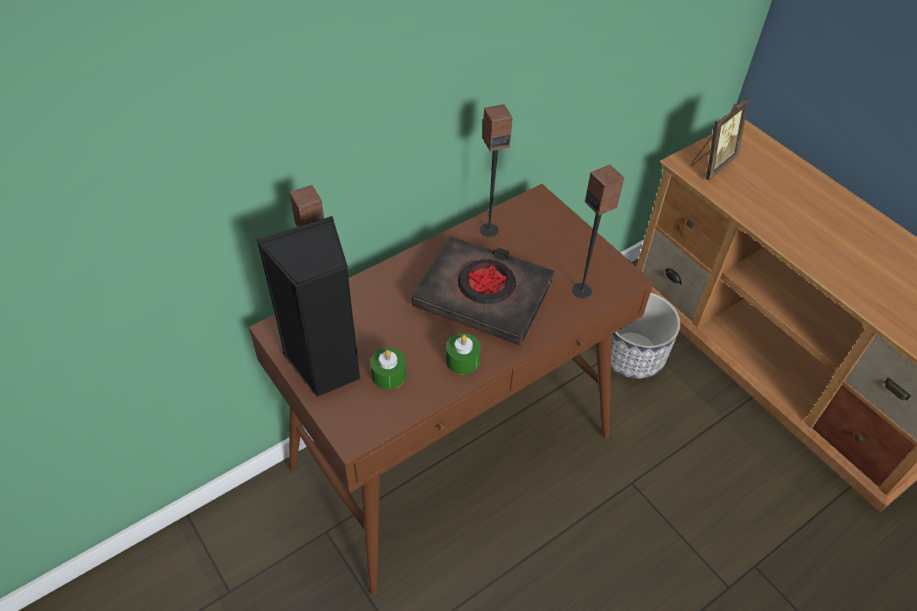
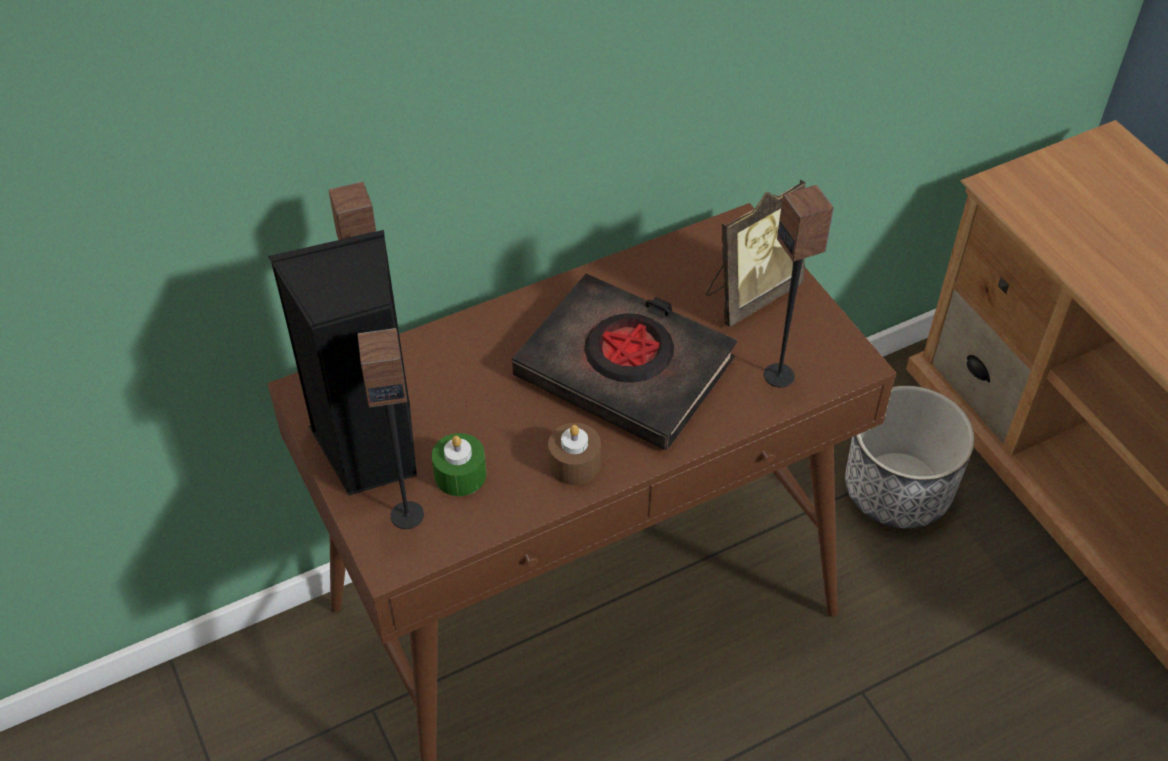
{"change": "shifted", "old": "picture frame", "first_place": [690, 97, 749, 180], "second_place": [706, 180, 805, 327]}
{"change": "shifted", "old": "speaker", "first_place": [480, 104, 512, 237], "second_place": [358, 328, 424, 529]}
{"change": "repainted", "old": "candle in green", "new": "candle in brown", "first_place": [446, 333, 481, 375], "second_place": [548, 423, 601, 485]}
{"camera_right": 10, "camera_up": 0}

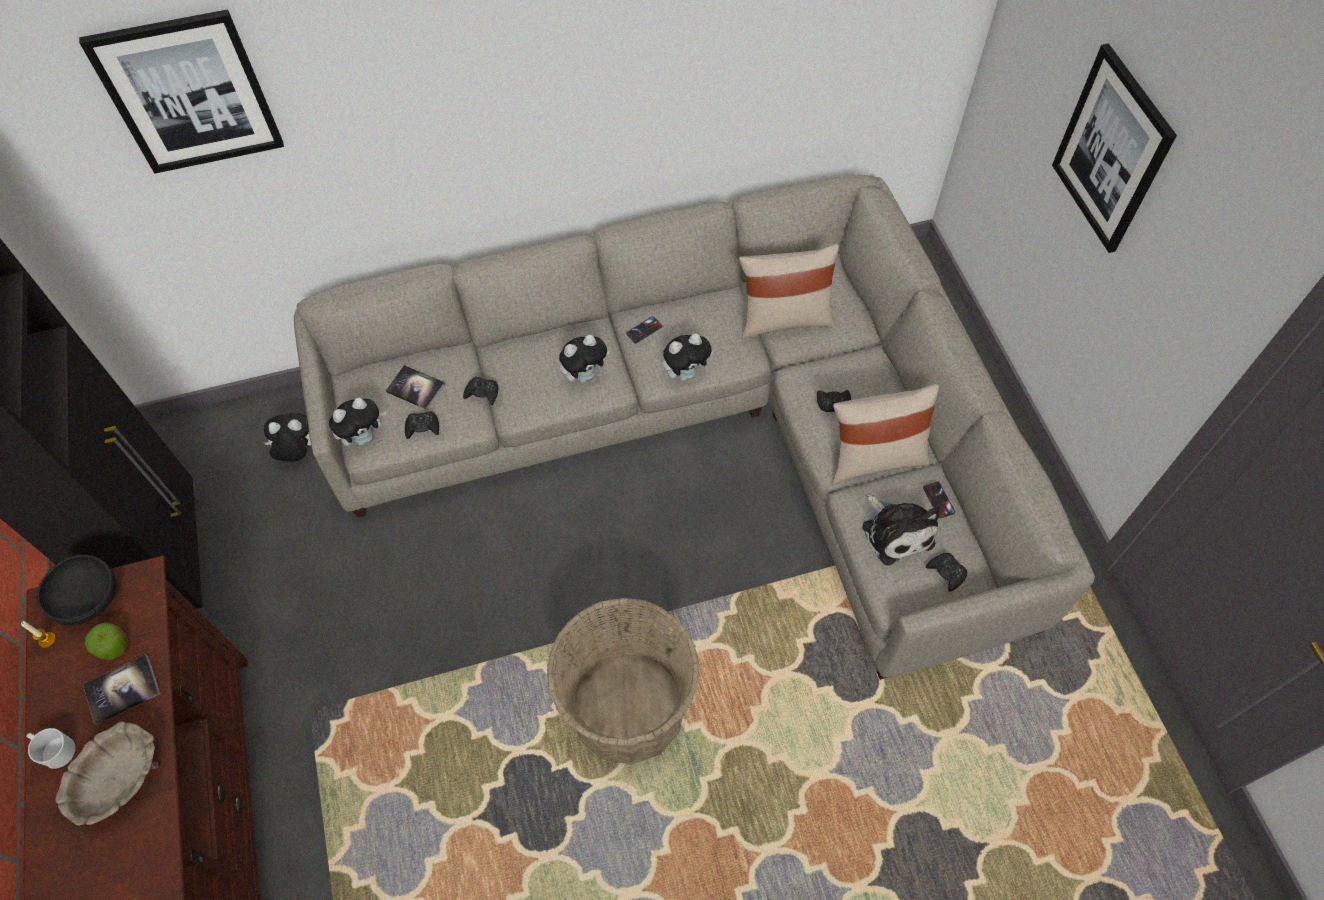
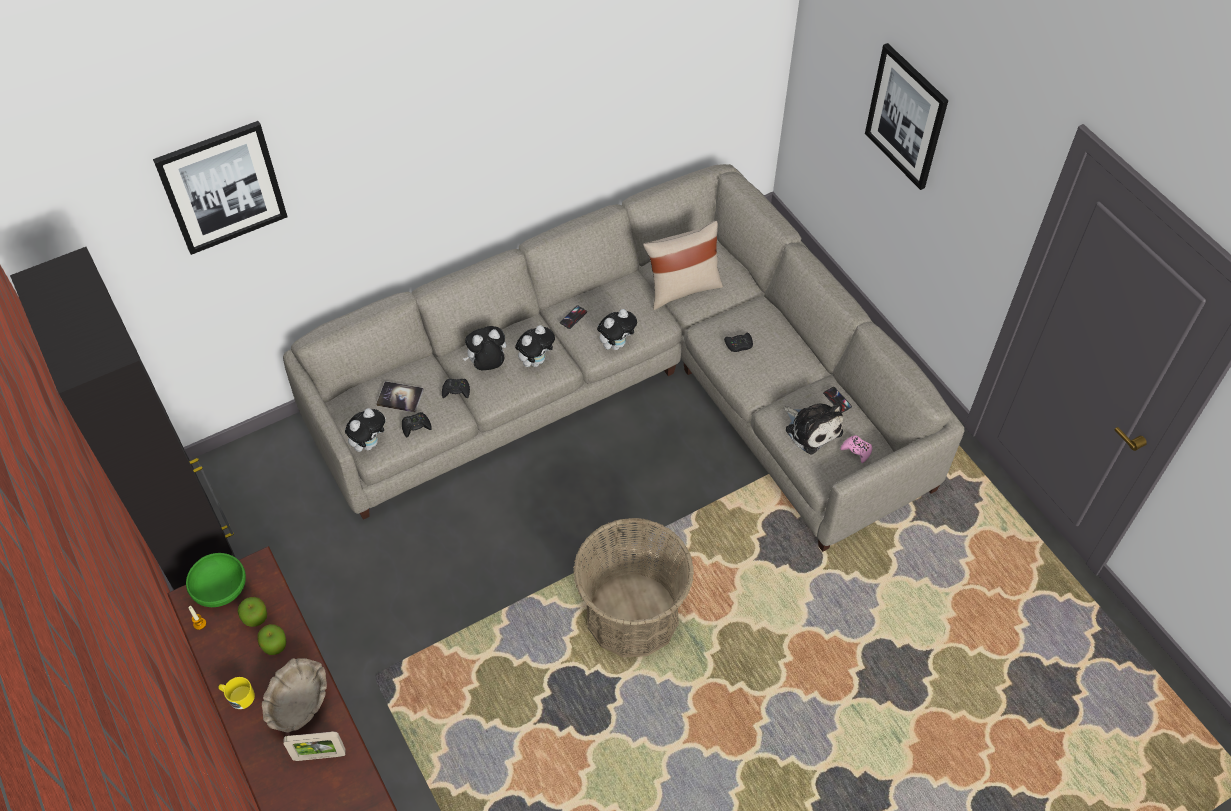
{"change": "gone", "old": "pillow in beige", "first_place": [832, 384, 939, 484]}
{"change": "shifted", "old": "plush toy", "first_place": [264, 413, 311, 462], "second_place": [463, 326, 507, 370]}
{"change": "repainted", "old": "game controller in black", "new": "game controller in pink", "first_place": [926, 553, 967, 592], "second_place": [841, 435, 872, 463]}
{"change": "repainted", "old": "bowl in black", "new": "bowl in green", "first_place": [37, 555, 116, 625], "second_place": [186, 553, 246, 607]}
{"change": "swapped", "old": "book", "new": "apple", "first_place": [83, 654, 160, 725], "second_place": [257, 624, 286, 655]}
{"change": "repainted", "old": "mug in white", "new": "mug in yellow", "first_place": [26, 728, 76, 769], "second_place": [218, 677, 255, 709]}
{"change": "new", "new": "picture frame", "second_place": [283, 731, 345, 761]}
{"camera_right": -15, "camera_up": -5}

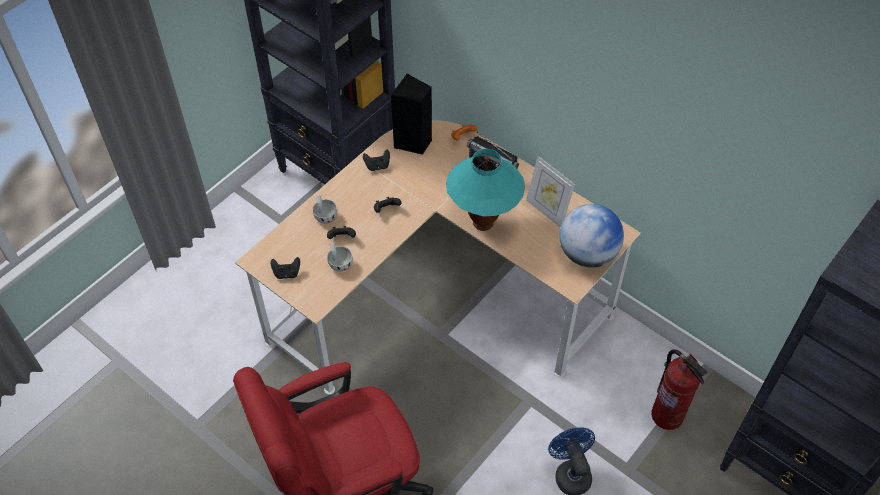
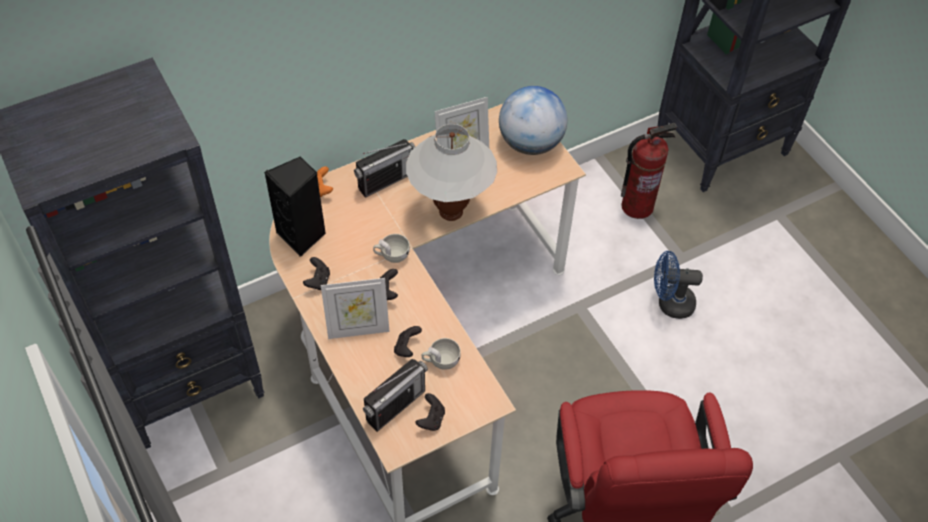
{"change": "repainted", "old": "table lamp in turquoise", "new": "table lamp in white", "first_place": [446, 149, 525, 231], "second_place": [406, 124, 497, 221]}
{"change": "shifted", "old": "cup in white", "first_place": [313, 195, 337, 224], "second_place": [373, 234, 410, 263]}
{"change": "new", "new": "picture frame", "second_place": [321, 278, 390, 339]}
{"change": "new", "new": "radio", "second_place": [363, 359, 428, 432]}
{"camera_right": -70, "camera_up": 0}

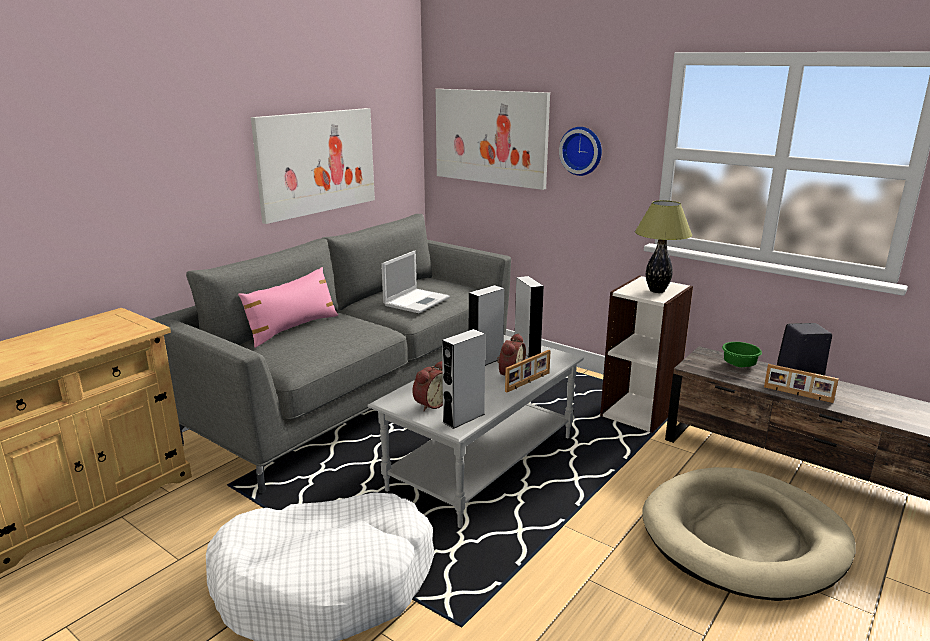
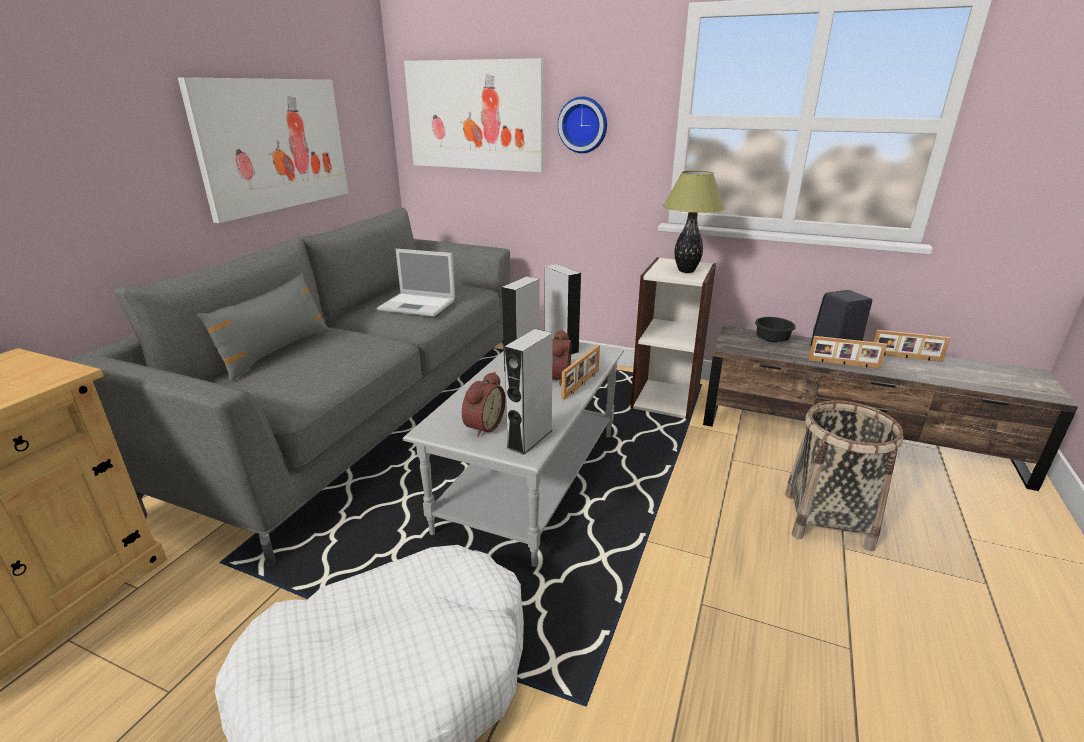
{"change": "rotated", "old": "laptop", "first_place": [381, 250, 450, 313], "second_place": [377, 249, 455, 317], "degrees": 90}
{"change": "repainted", "old": "pillow in pink", "new": "pillow in grey", "first_place": [238, 267, 338, 348], "second_place": [197, 273, 330, 382]}
{"change": "repainted", "old": "bowl in green", "new": "bowl in black", "first_place": [722, 342, 762, 367], "second_place": [755, 317, 796, 343]}
{"change": "swapped", "old": "dog bed in beige", "new": "basket", "first_place": [642, 467, 856, 601], "second_place": [785, 400, 904, 551]}
{"change": "new", "new": "picture frame", "second_place": [874, 330, 950, 362]}
{"camera_right": -15, "camera_up": 5}

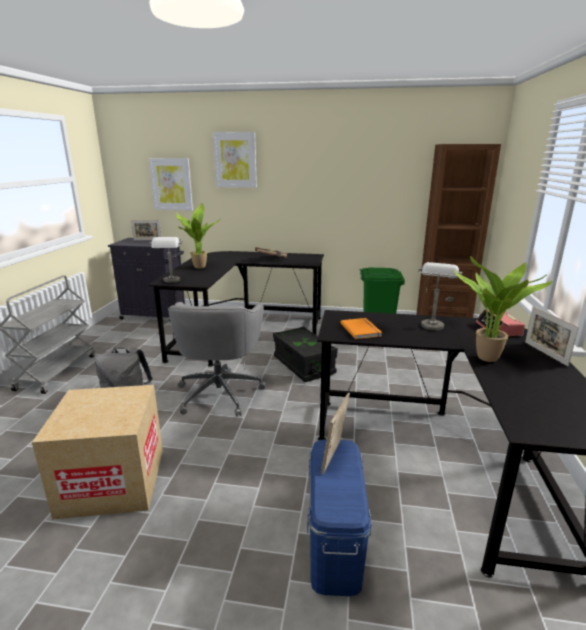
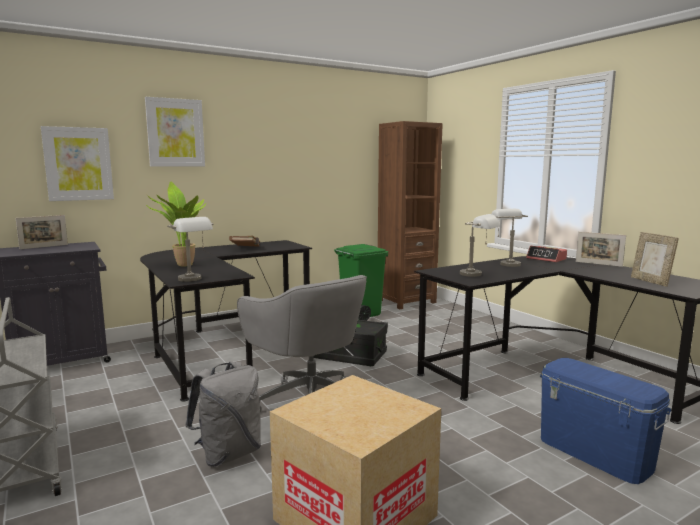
{"change": "gone", "old": "potted plant", "first_place": [454, 256, 553, 362]}
{"change": "swapped", "old": "book in orange", "new": "table lamp in grey", "first_place": [341, 318, 382, 339], "second_place": [460, 214, 500, 277]}
{"change": "shifted", "old": "picture frame", "first_place": [321, 393, 350, 474], "second_place": [631, 232, 679, 287]}
{"camera_right": -40, "camera_up": -10}

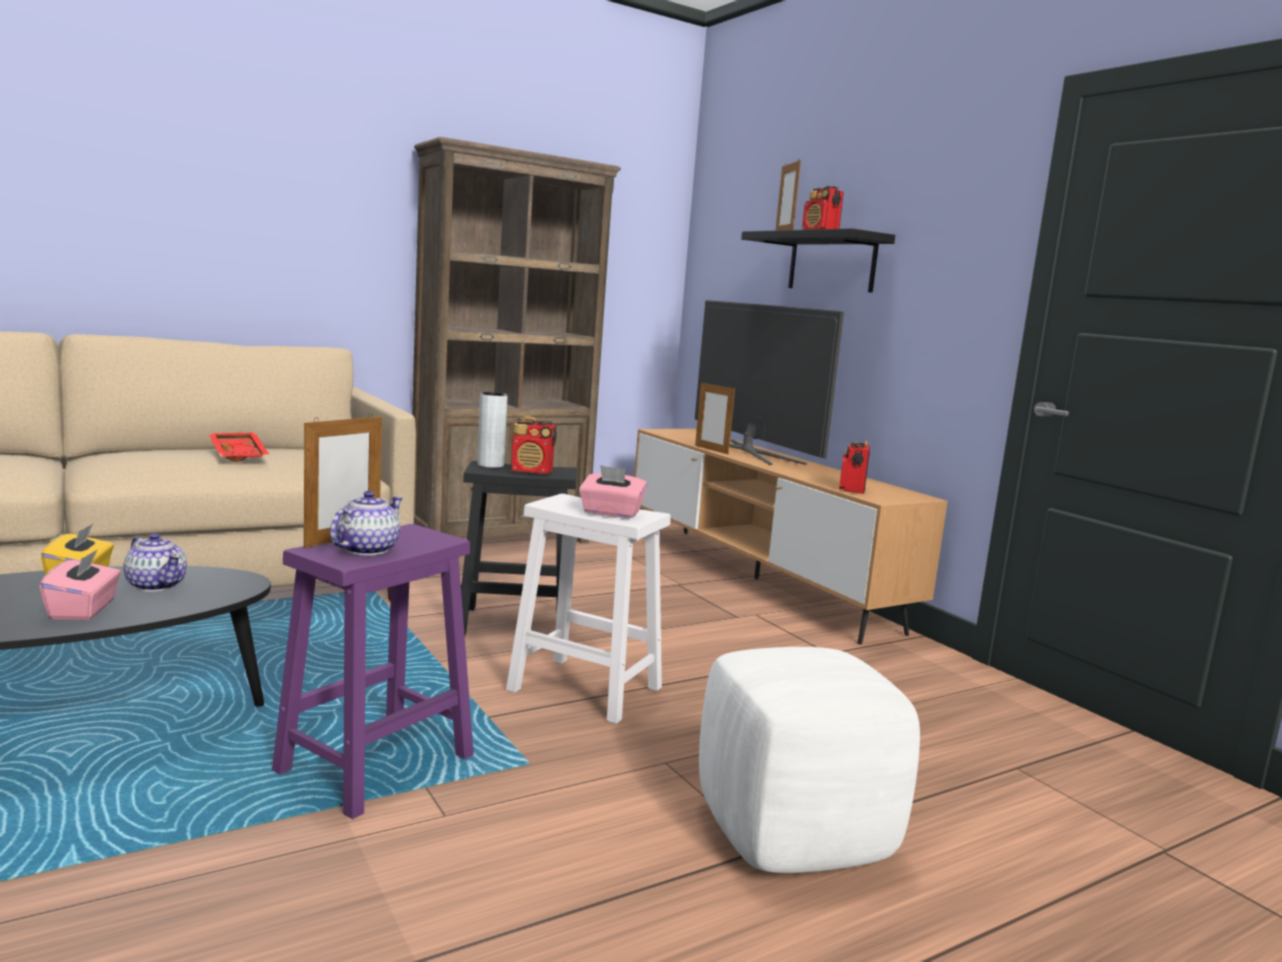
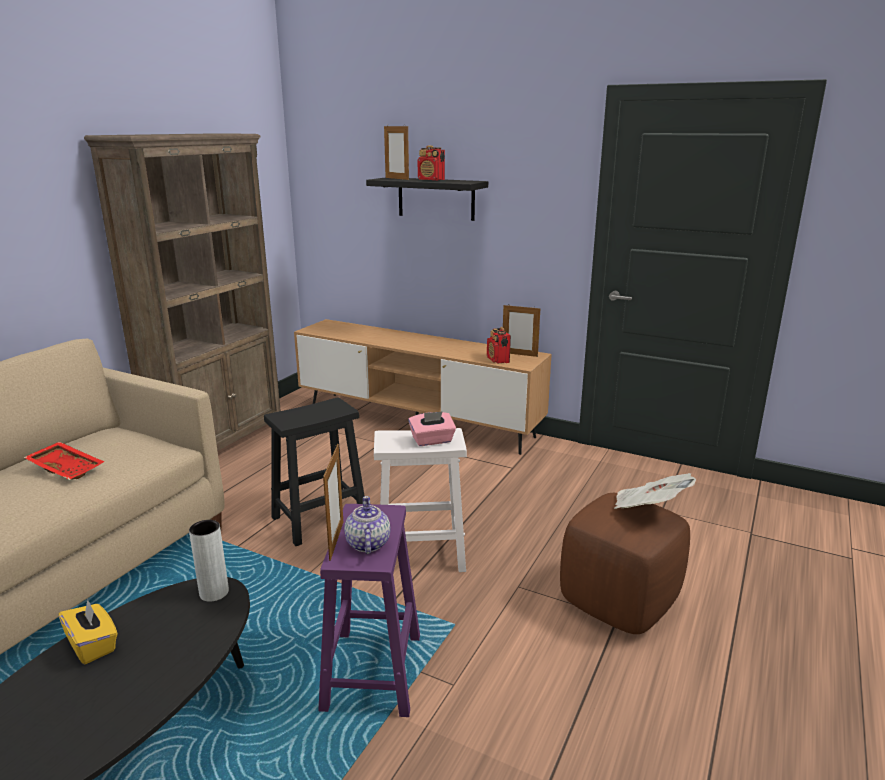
{"change": "gone", "old": "television", "first_place": [695, 300, 844, 465]}
{"change": "shifted", "old": "picture frame", "first_place": [695, 381, 735, 454], "second_place": [503, 305, 541, 357]}
{"change": "shifted", "old": "vase in grey", "first_place": [477, 392, 508, 468], "second_place": [189, 520, 229, 602]}
{"change": "gone", "old": "radio", "first_place": [512, 416, 556, 474]}
{"change": "gone", "old": "teapot", "first_place": [123, 533, 187, 592]}
{"change": "gone", "old": "tissue box in pink", "first_place": [39, 549, 121, 620]}
{"change": "repainted", "old": "ottoman in white", "new": "ottoman in brown", "first_place": [699, 647, 920, 873], "second_place": [560, 493, 690, 634]}
{"change": "new", "new": "newspaper", "second_place": [614, 473, 696, 509]}
{"camera_right": -30, "camera_up": 10}

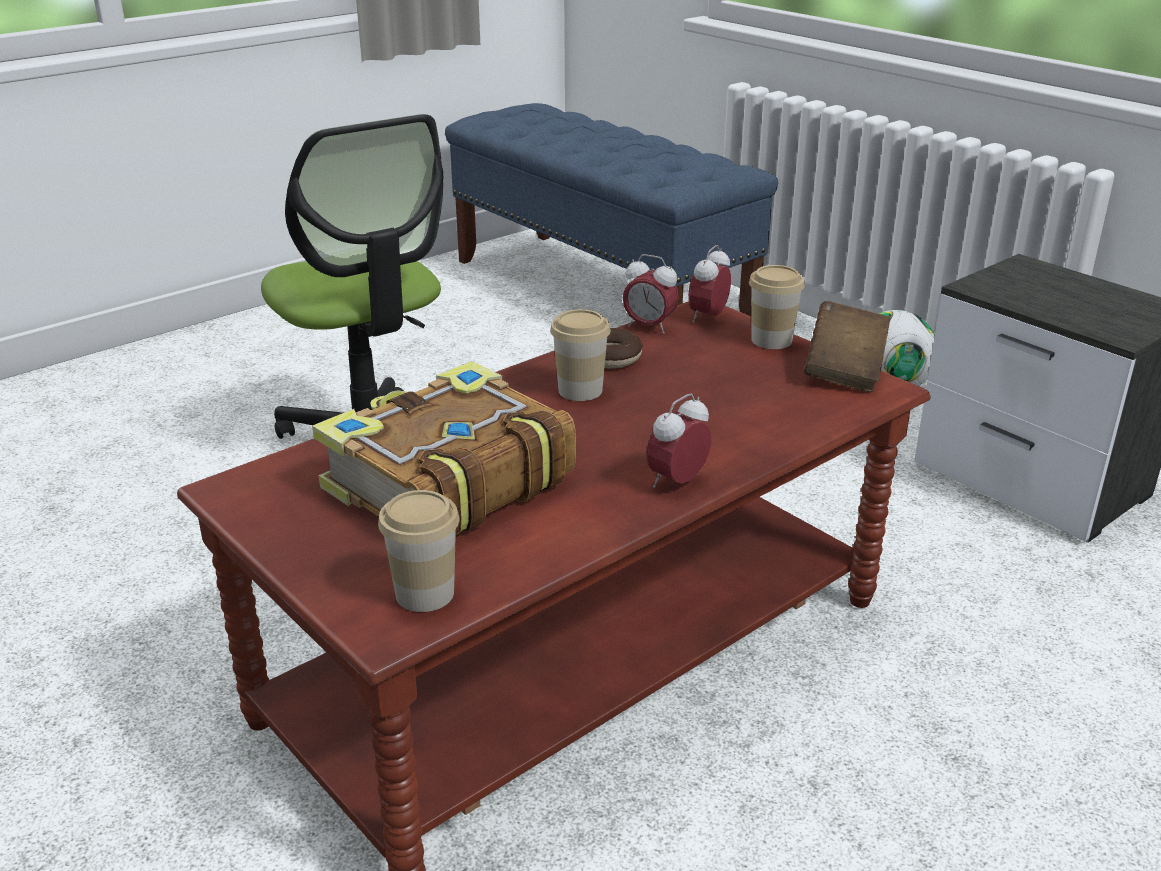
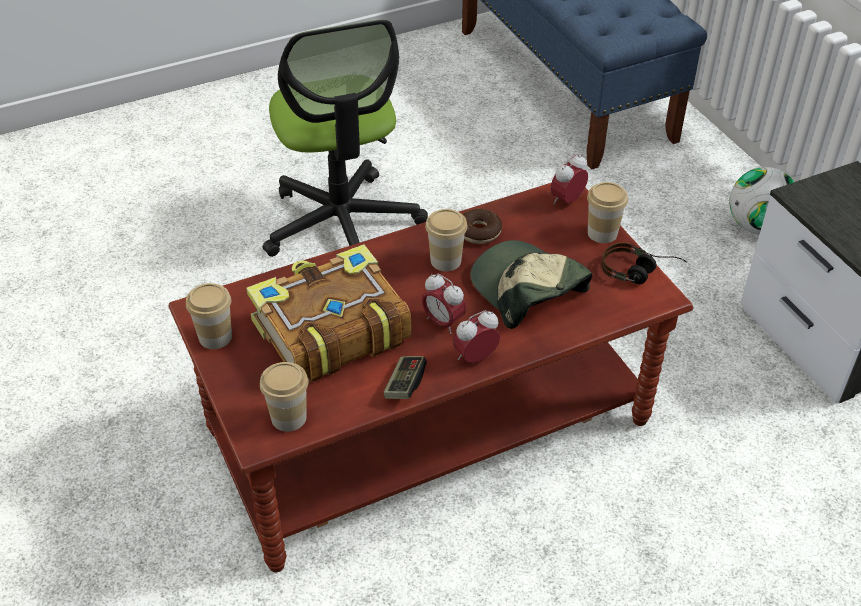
{"change": "shifted", "old": "alarm clock", "first_place": [623, 254, 679, 334], "second_place": [422, 273, 466, 334]}
{"change": "swapped", "old": "book in brown", "new": "headphones", "first_place": [804, 301, 891, 392], "second_place": [601, 242, 687, 284]}
{"change": "new", "new": "cap", "second_place": [470, 240, 593, 329]}
{"change": "new", "new": "cup", "second_place": [186, 283, 232, 349]}
{"change": "new", "new": "game controller", "second_place": [383, 356, 427, 399]}
{"camera_right": 15, "camera_up": 15}

